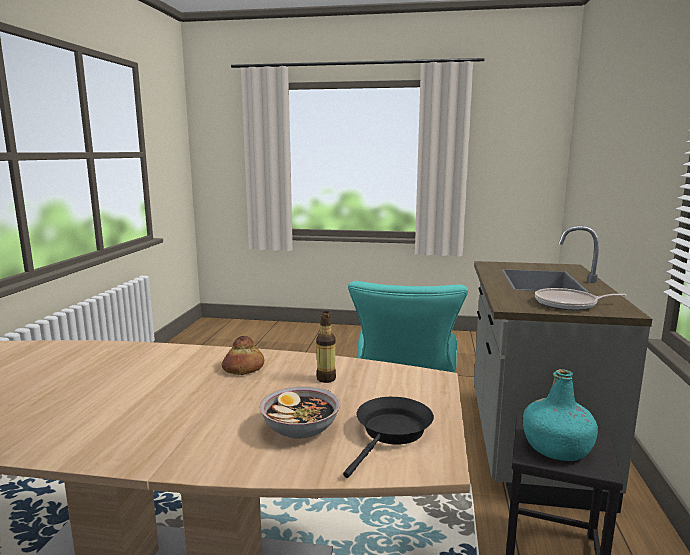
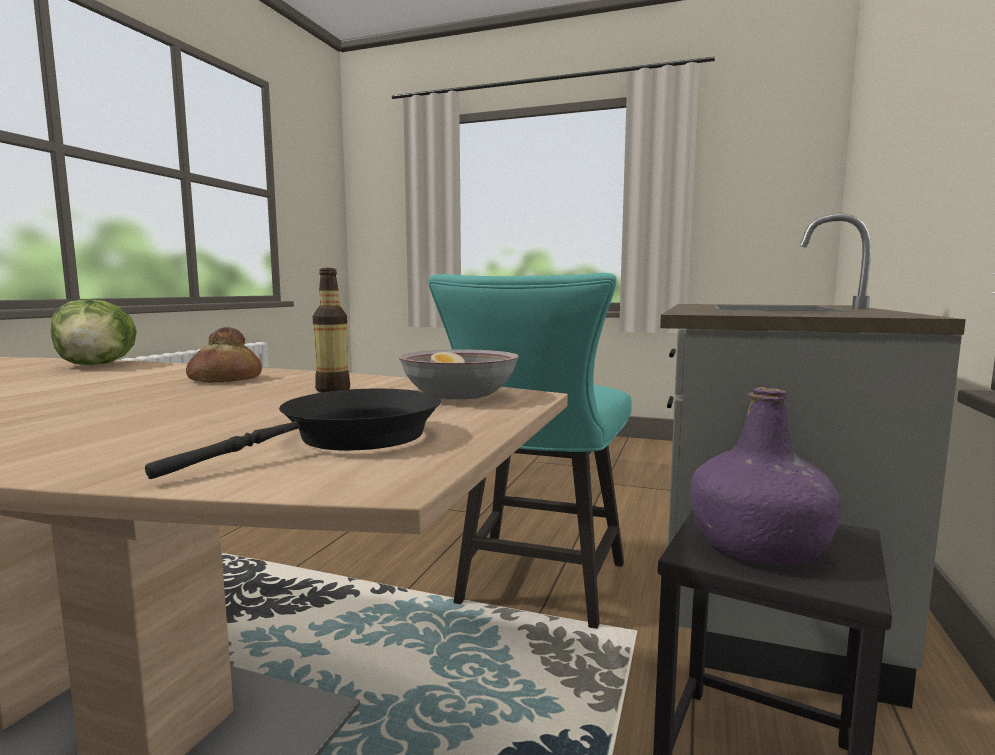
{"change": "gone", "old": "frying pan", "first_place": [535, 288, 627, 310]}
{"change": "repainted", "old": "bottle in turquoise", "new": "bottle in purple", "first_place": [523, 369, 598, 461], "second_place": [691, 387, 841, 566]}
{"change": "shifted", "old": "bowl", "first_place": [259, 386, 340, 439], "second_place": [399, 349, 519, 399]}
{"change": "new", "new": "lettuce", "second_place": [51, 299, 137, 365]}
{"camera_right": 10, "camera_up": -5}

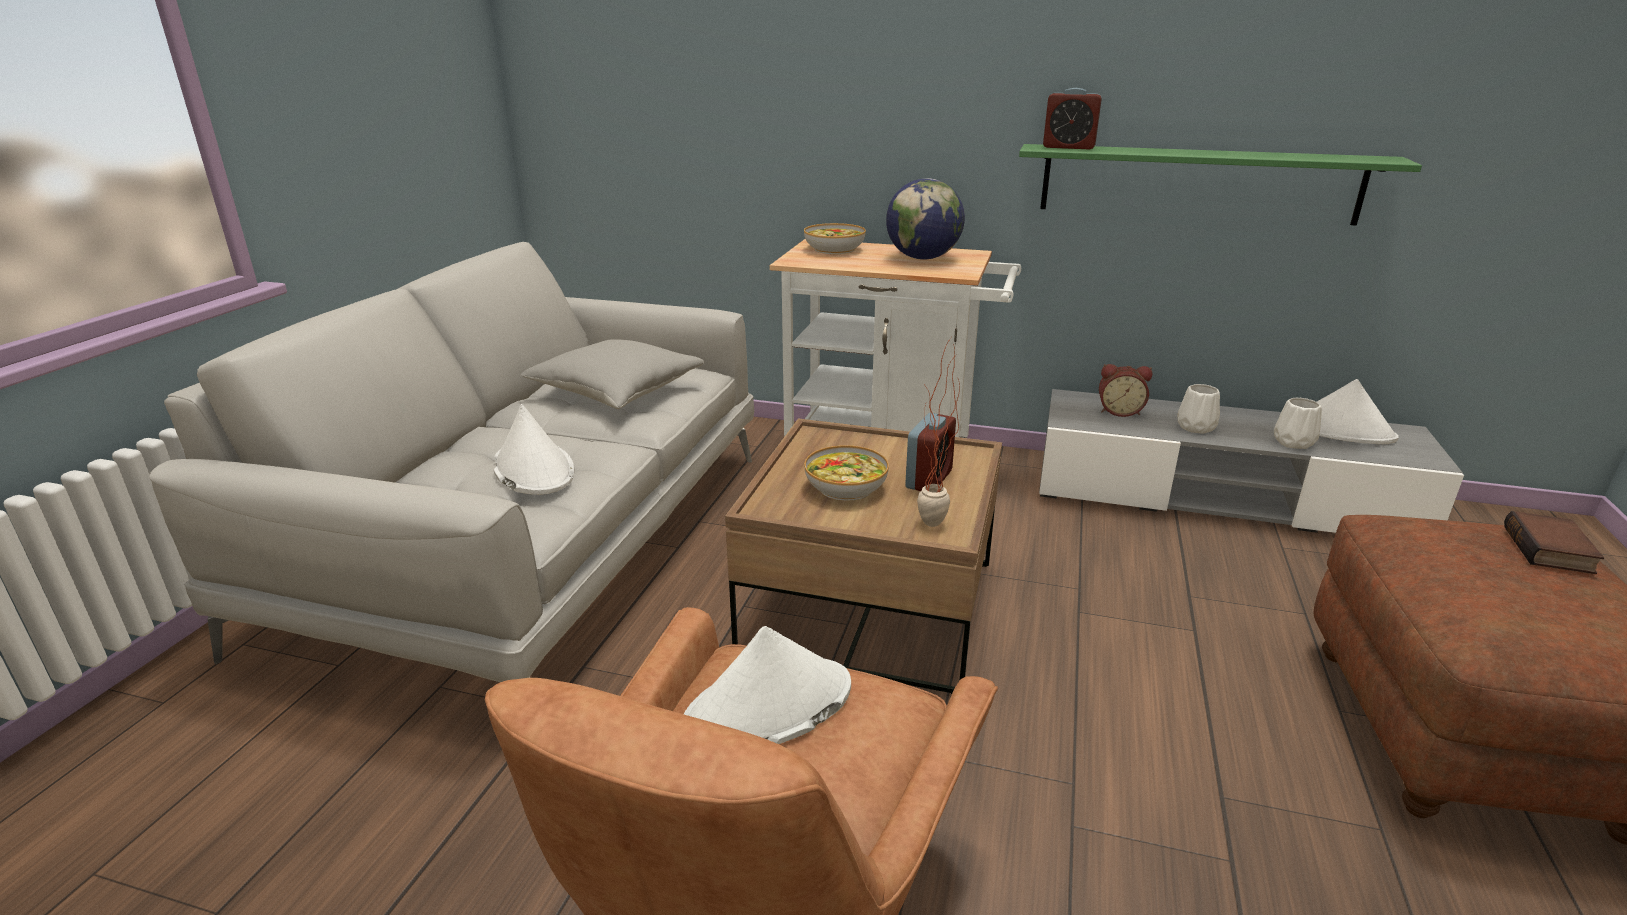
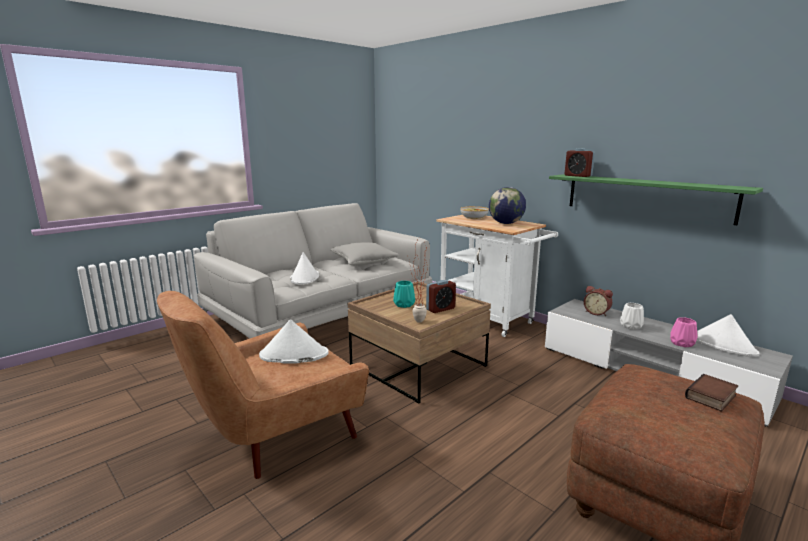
{"change": "repainted", "old": "vase in white", "new": "vase in pink", "first_place": [1274, 398, 1322, 449], "second_place": [670, 317, 698, 347]}
{"change": "swapped", "old": "bowl", "new": "vase in turquoise", "first_place": [804, 445, 889, 501], "second_place": [393, 281, 415, 308]}
{"camera_right": 30, "camera_up": -10}

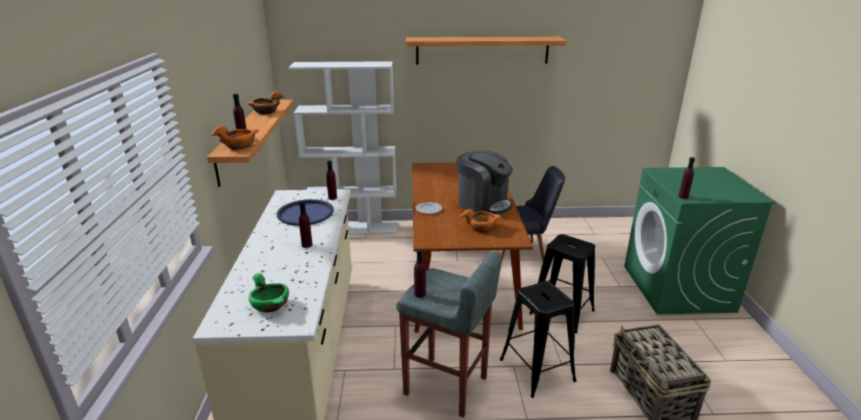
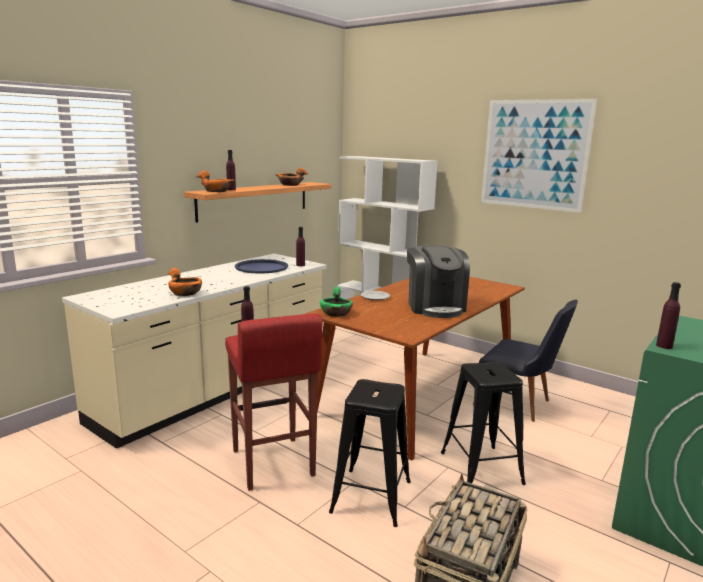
{"change": "swapped", "old": "shelf", "new": "picture", "first_place": [406, 37, 567, 65], "second_place": [481, 99, 597, 213]}
{"change": "gone", "old": "bottle in purple", "first_place": [299, 202, 312, 248]}
{"change": "shifted", "old": "bowl in orange", "first_place": [460, 209, 501, 232], "second_place": [168, 268, 202, 296]}
{"change": "repainted", "old": "stool in grey", "new": "stool in red", "first_place": [397, 252, 502, 418], "second_place": [225, 314, 323, 491]}
{"change": "shifted", "old": "bowl in green", "first_place": [249, 273, 289, 313], "second_place": [320, 287, 353, 317]}
{"camera_right": 40, "camera_up": -10}

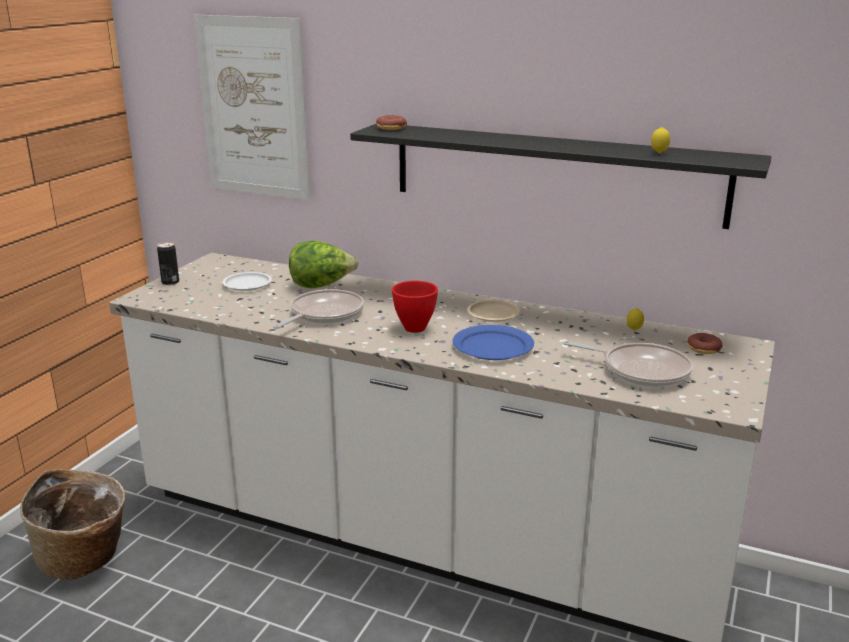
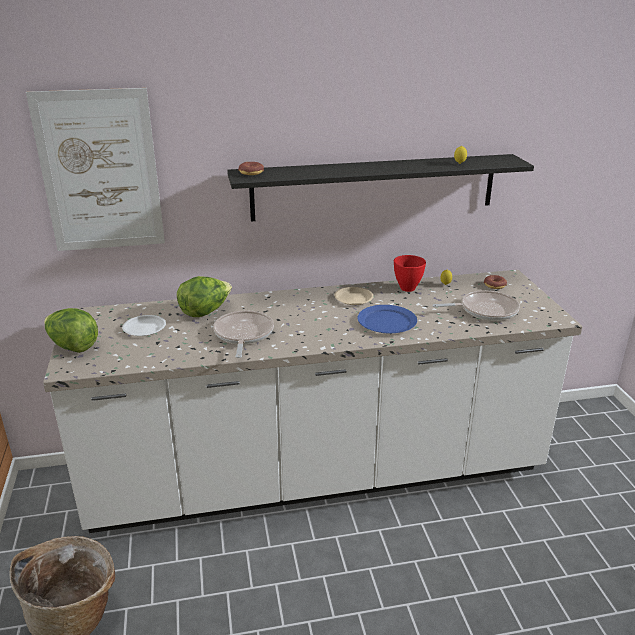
{"change": "swapped", "old": "can", "new": "lettuce", "first_place": [157, 242, 179, 285], "second_place": [44, 308, 98, 353]}
{"change": "shifted", "old": "bowl in red", "first_place": [392, 281, 438, 333], "second_place": [394, 255, 426, 292]}
{"camera_right": -35, "camera_up": 5}

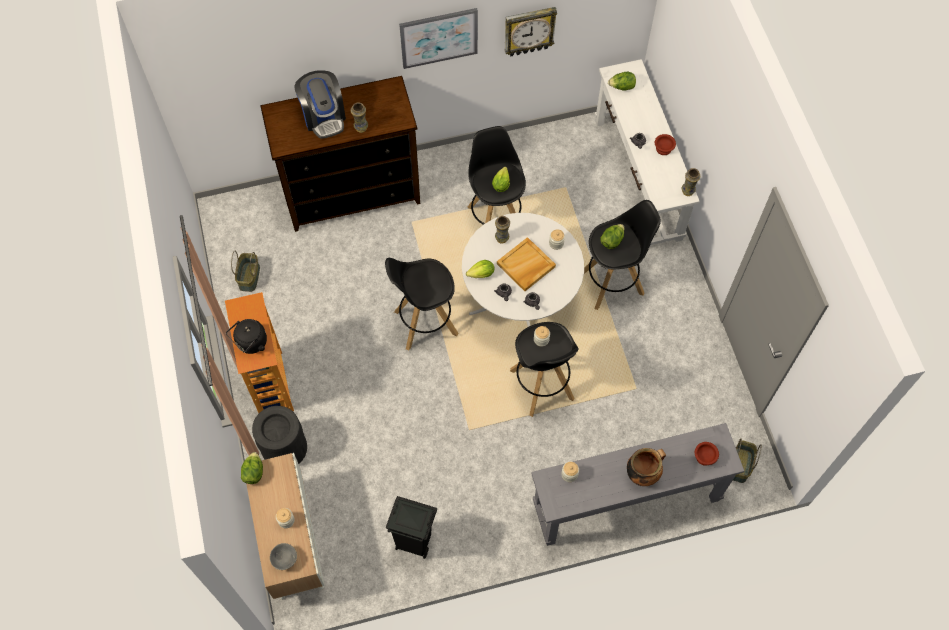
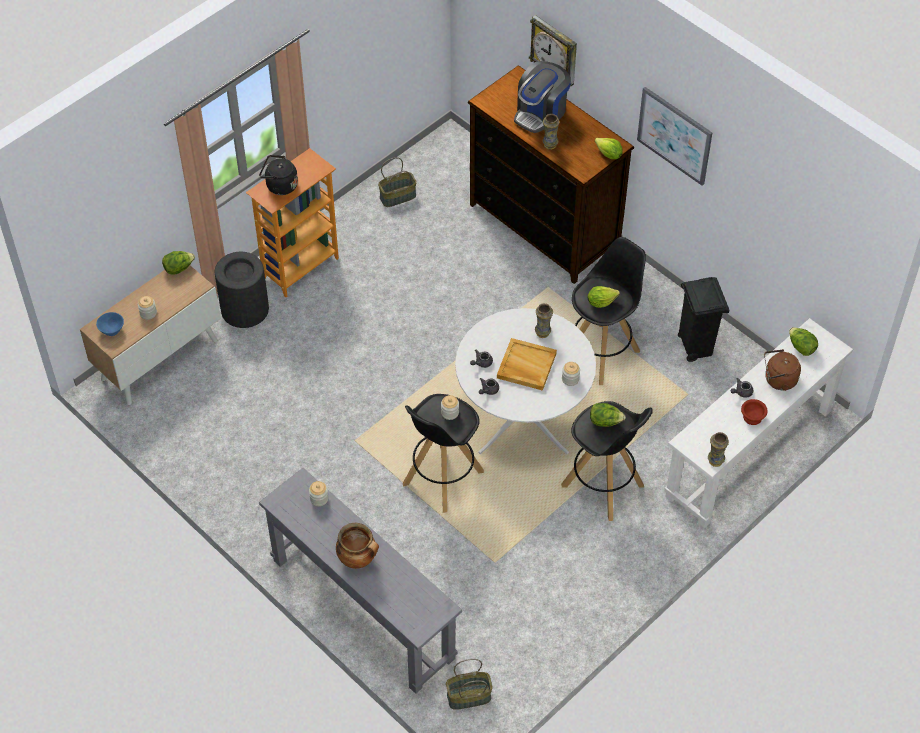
{"change": "shifted", "old": "wall clock", "first_place": [505, 7, 557, 56], "second_place": [529, 15, 577, 87]}
{"change": "gone", "old": "stool in black", "first_place": [385, 258, 459, 351]}
{"change": "shifted", "old": "lettuce", "first_place": [466, 260, 495, 278], "second_place": [595, 138, 623, 159]}
{"change": "gone", "old": "bowl in brown", "first_place": [695, 442, 719, 466]}
{"change": "shifted", "old": "trash can in black", "first_place": [386, 496, 437, 559], "second_place": [678, 277, 729, 362]}
{"change": "repainted", "old": "bowl in grey", "new": "bowl in blue", "first_place": [270, 543, 297, 570], "second_place": [96, 312, 124, 336]}
{"change": "new", "new": "kettle in brown", "second_place": [764, 349, 801, 391]}
{"camera_right": 60, "camera_up": -10}

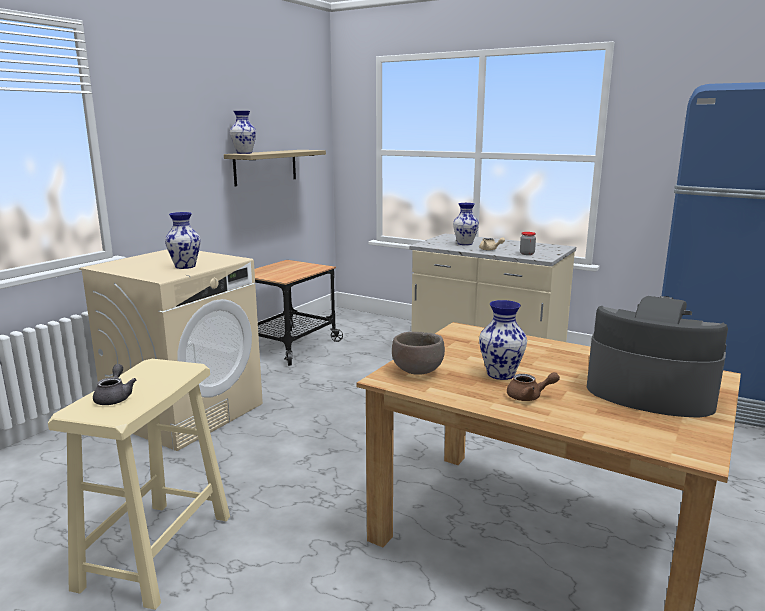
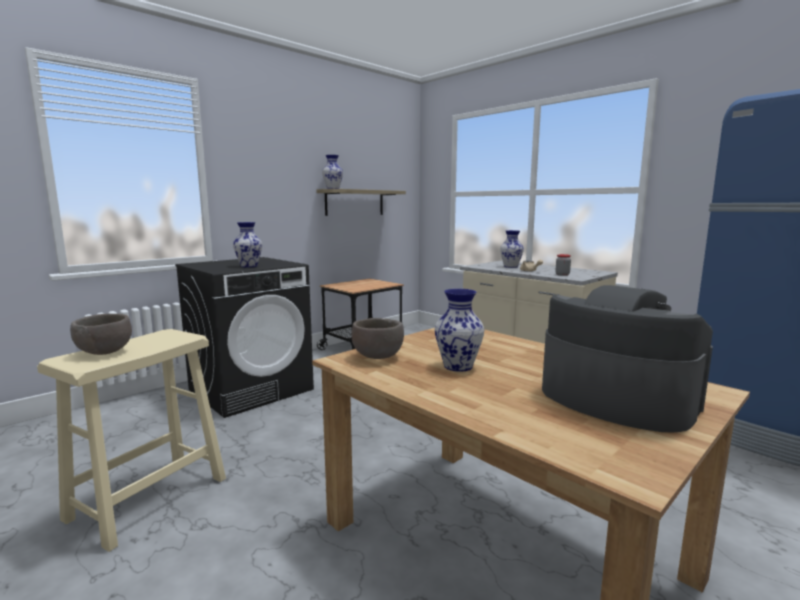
{"change": "repainted", "old": "washing machine in beige", "new": "washing machine in black", "first_place": [79, 249, 263, 451], "second_place": [175, 257, 314, 418]}
{"change": "swapped", "old": "teapot in grey", "new": "bowl in brown", "first_place": [93, 364, 136, 405], "second_place": [70, 314, 132, 355]}
{"change": "gone", "old": "teapot in brown", "first_place": [507, 372, 560, 401]}
{"camera_right": 15, "camera_up": -5}

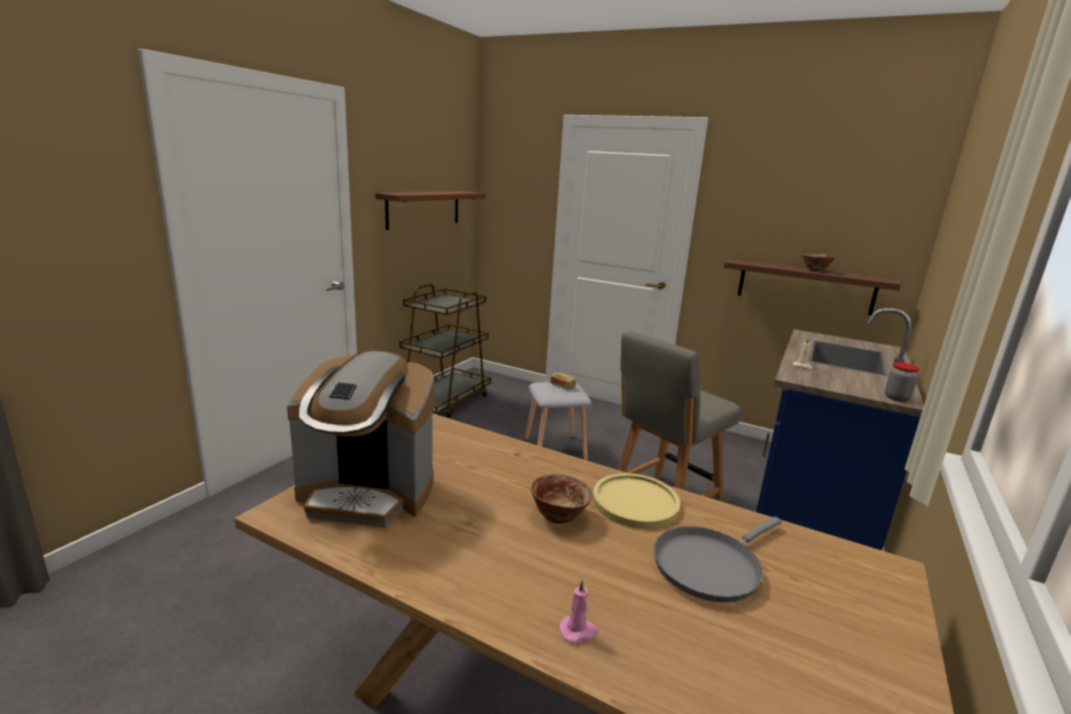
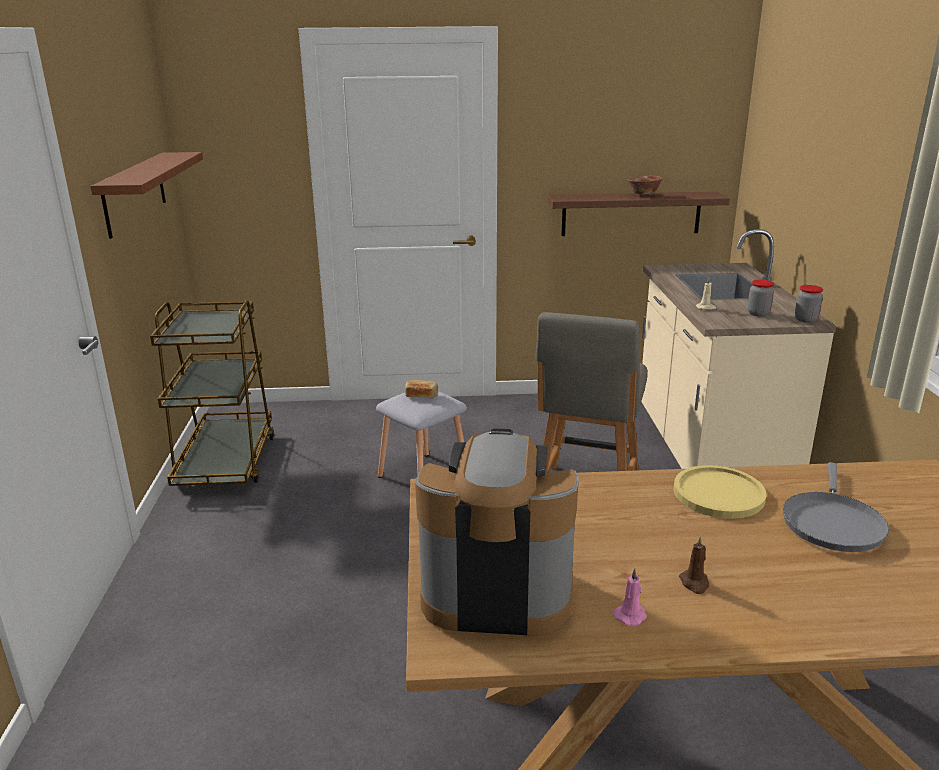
{"change": "repainted", "old": "counter in blue", "new": "counter in beige", "first_place": [756, 308, 924, 550], "second_place": [641, 229, 836, 469]}
{"change": "rotated", "old": "coffee machine", "first_place": [287, 350, 434, 527], "second_place": [415, 428, 579, 635], "degrees": -150}
{"change": "gone", "old": "bowl", "first_place": [531, 474, 593, 524]}
{"change": "shifted", "old": "candle in pink", "first_place": [559, 579, 598, 643], "second_place": [614, 568, 647, 626]}
{"change": "new", "new": "jar", "second_place": [747, 279, 774, 316]}
{"change": "new", "new": "candle in brown", "second_place": [679, 536, 709, 594]}
{"camera_right": -30, "camera_up": 5}

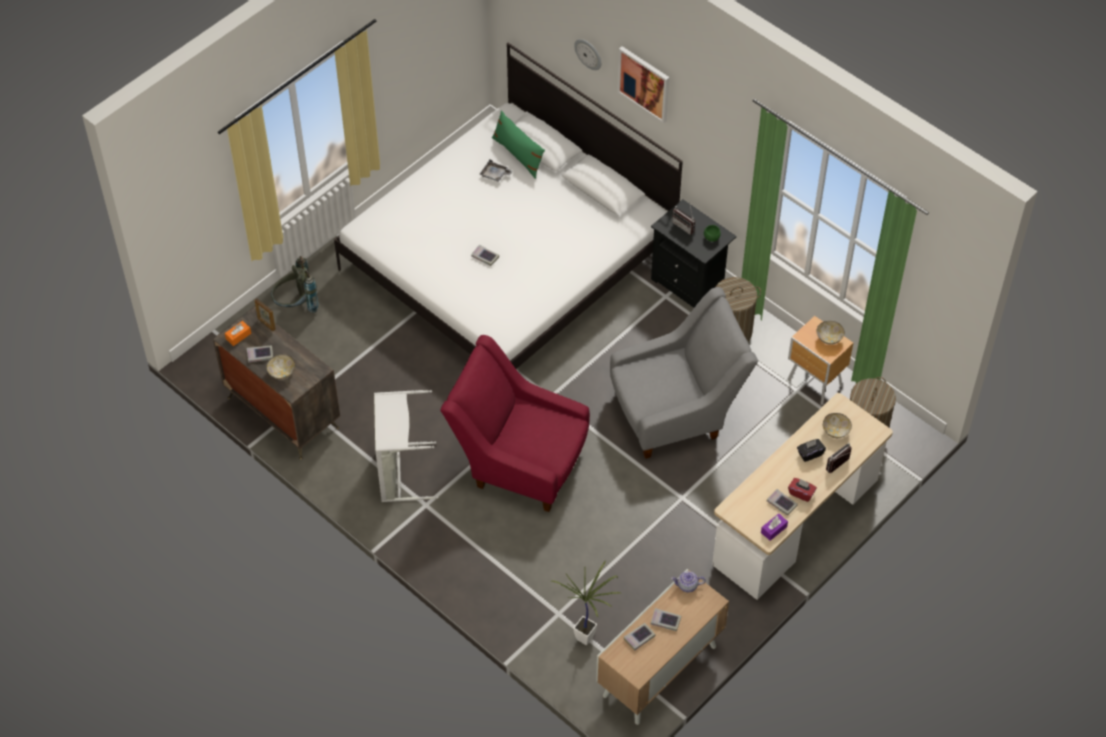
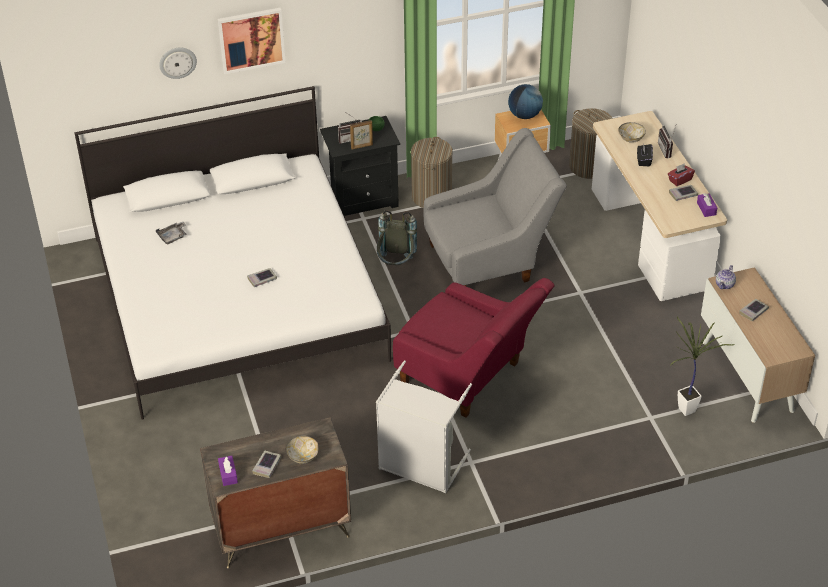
{"change": "gone", "old": "pillow in green", "first_place": [492, 110, 545, 179]}
{"change": "shifted", "old": "backpack in grey", "first_place": [271, 256, 319, 313], "second_place": [377, 210, 417, 265]}
{"change": "rotated", "old": "armchair in grey", "first_place": [610, 287, 758, 459], "second_place": [423, 128, 567, 286], "degrees": 60}
{"change": "shifted", "old": "picture frame", "first_place": [255, 298, 276, 331], "second_place": [350, 120, 373, 150]}
{"change": "repainted", "old": "tissue box in orange", "new": "tissue box in purple", "first_place": [225, 321, 251, 346], "second_place": [218, 456, 238, 486]}
{"change": "swapped", "old": "bowl", "new": "globe", "first_place": [817, 321, 845, 345], "second_place": [508, 84, 543, 119]}
{"change": "rotated", "old": "armchair in red", "first_place": [441, 335, 590, 512], "second_place": [393, 278, 554, 418], "degrees": -105}
{"change": "gone", "old": "book", "first_place": [624, 623, 656, 651]}
{"camera_right": -60, "camera_up": -10}

